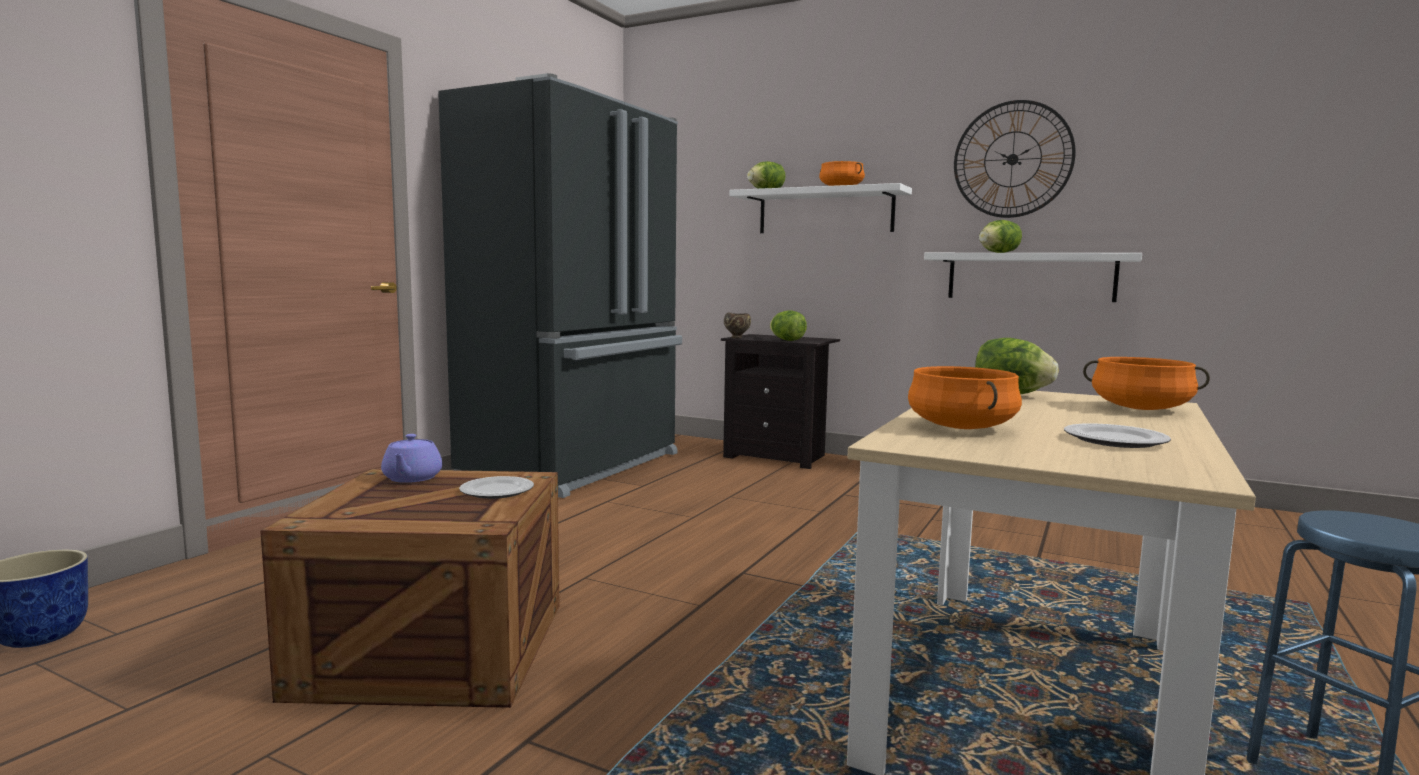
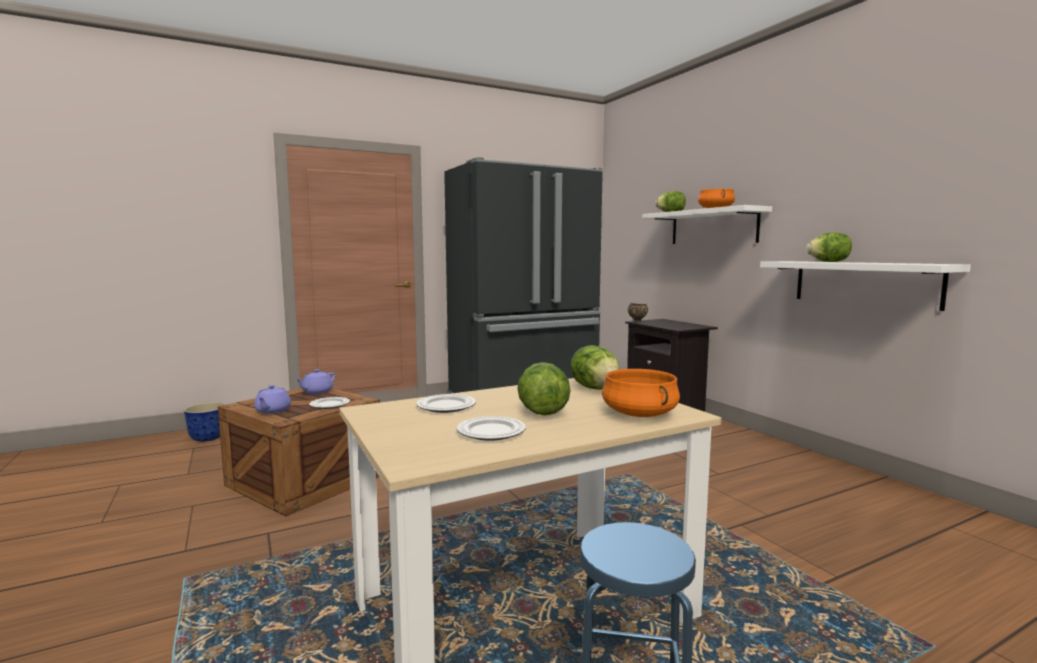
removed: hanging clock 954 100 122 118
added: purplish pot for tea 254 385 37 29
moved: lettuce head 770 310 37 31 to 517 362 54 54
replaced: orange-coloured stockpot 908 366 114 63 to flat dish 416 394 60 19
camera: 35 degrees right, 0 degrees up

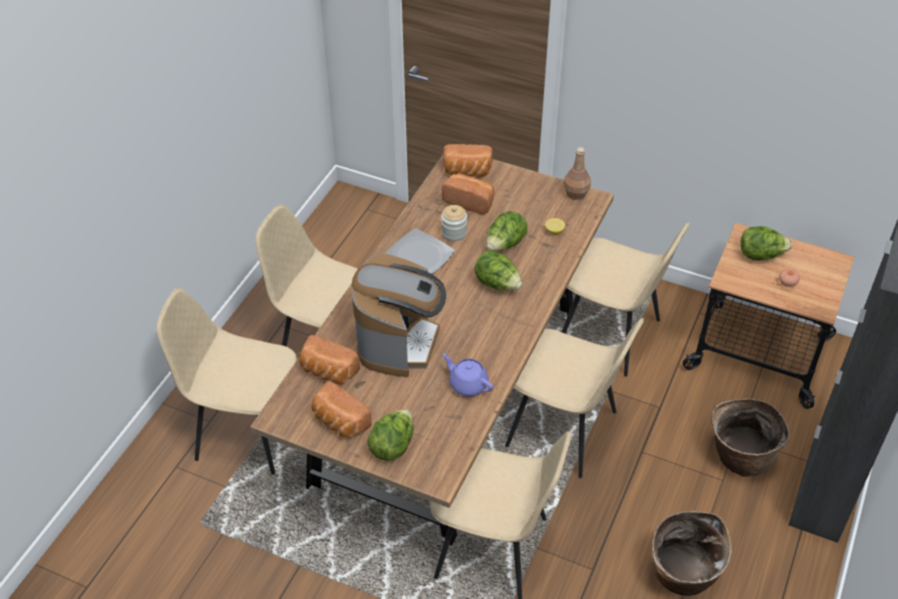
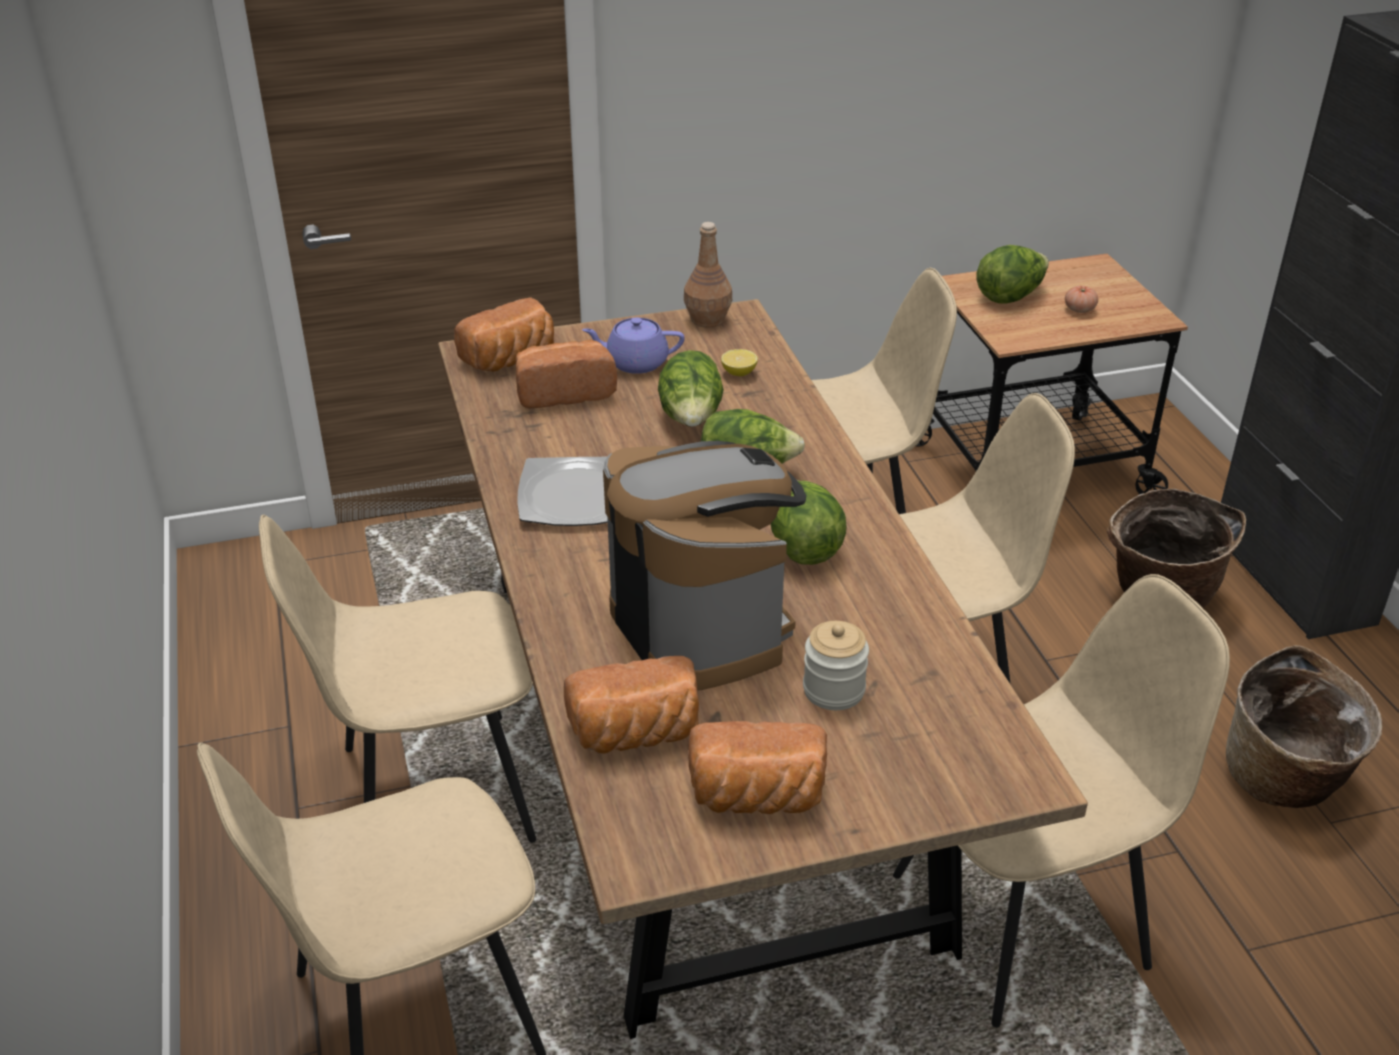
moved: lettuce head 367 409 46 52 to 771 480 76 85; preserve jar 441 205 26 36 to 803 621 66 89; purplish pot for tea 442 353 51 43 to 582 317 103 57
camera: 40 degrees left, 10 degrees down

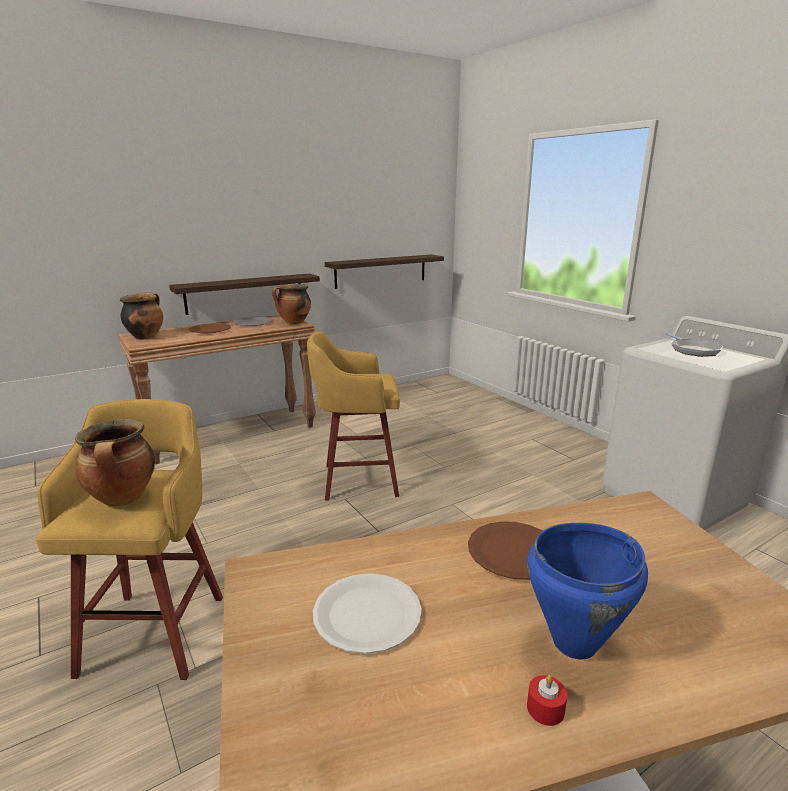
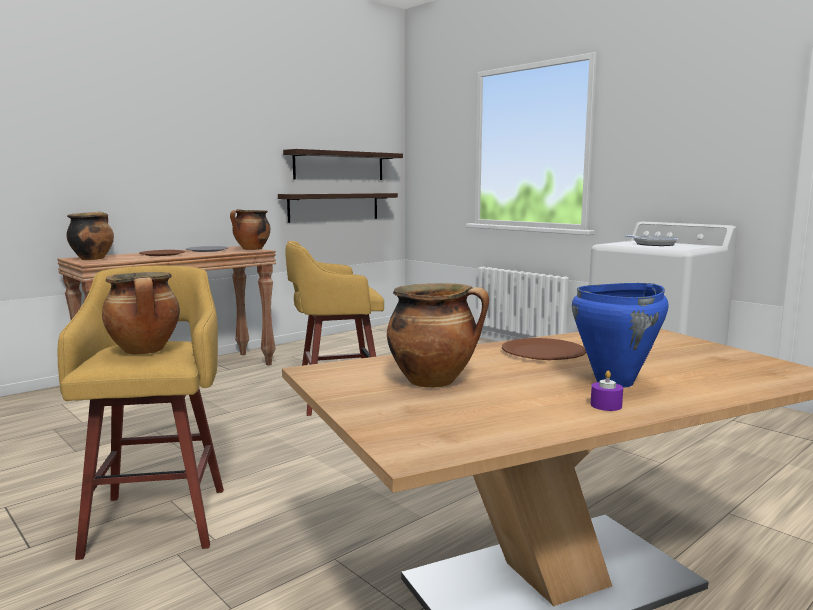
moved: shelf 169 274 151 41 to 283 149 120 31
replaced: white-coloured flat dish 313 573 109 81 to stockpot 387 283 102 105
recoloured: reddish wax light 527 675 40 51 to purplish wax light 591 371 32 40
camera: 10 degrees left, 10 degrees down

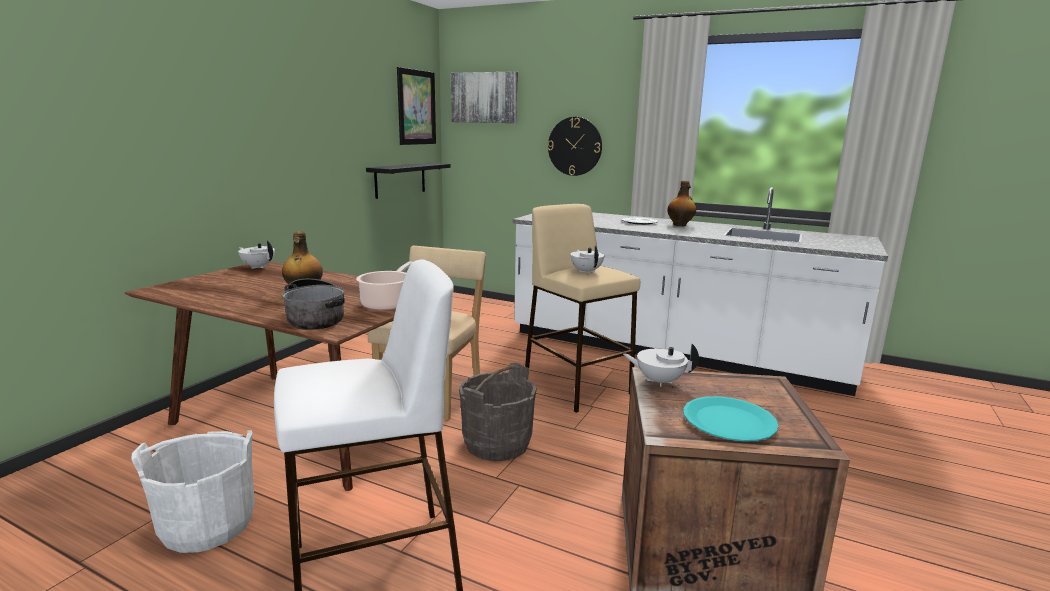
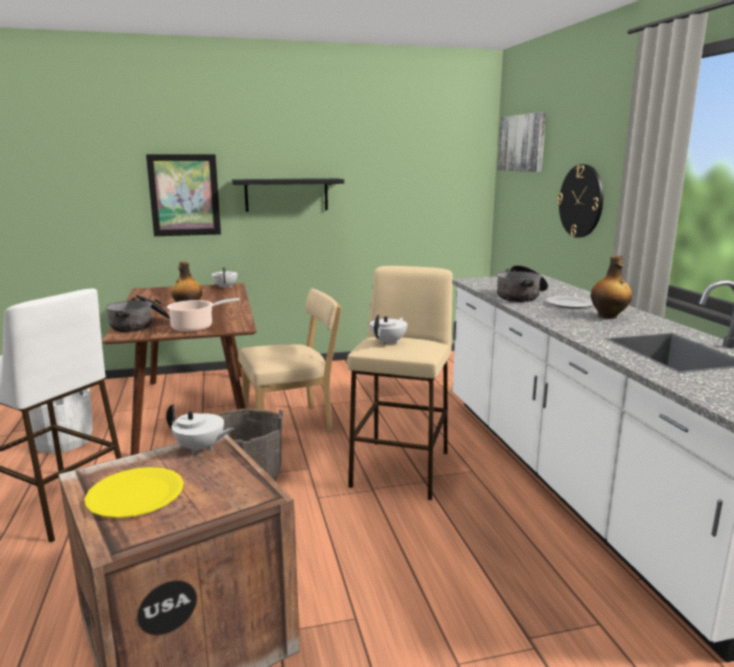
added: stockpot 497 265 51 37
moved: blackish shelf 366 163 85 36 to 232 178 112 34; wall art 397 67 39 78 to 146 154 75 82
recoloured: blue-green flat dish 683 396 96 45 to yellowish flat dish 84 467 100 51
turned: white-coloured pot for tea 623 343 76 44 = 166 404 68 50 135 degrees clockwise
camera: 50 degrees right, 0 degrees up

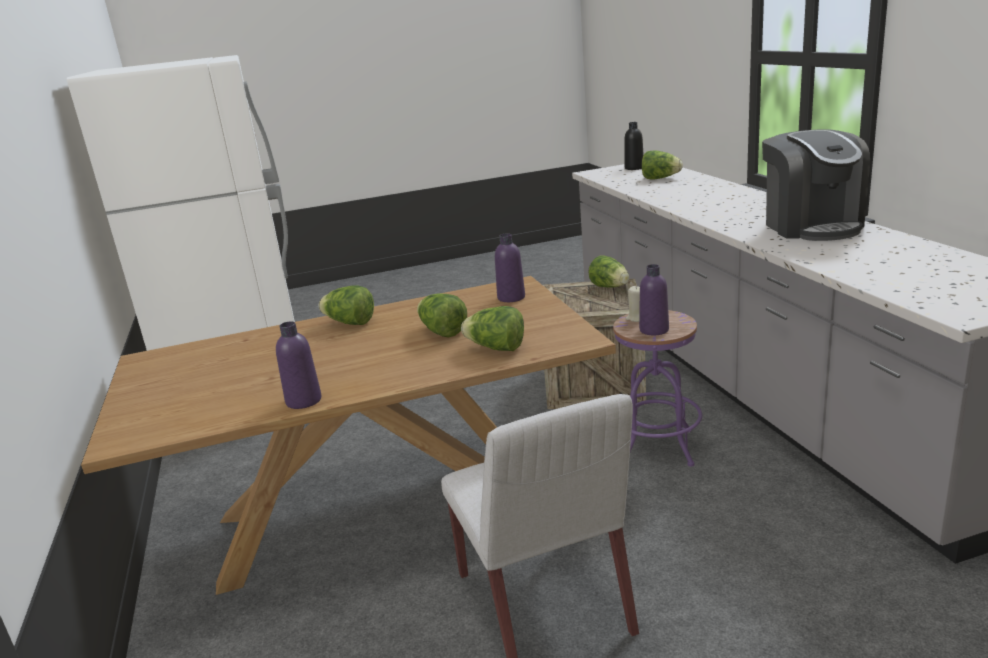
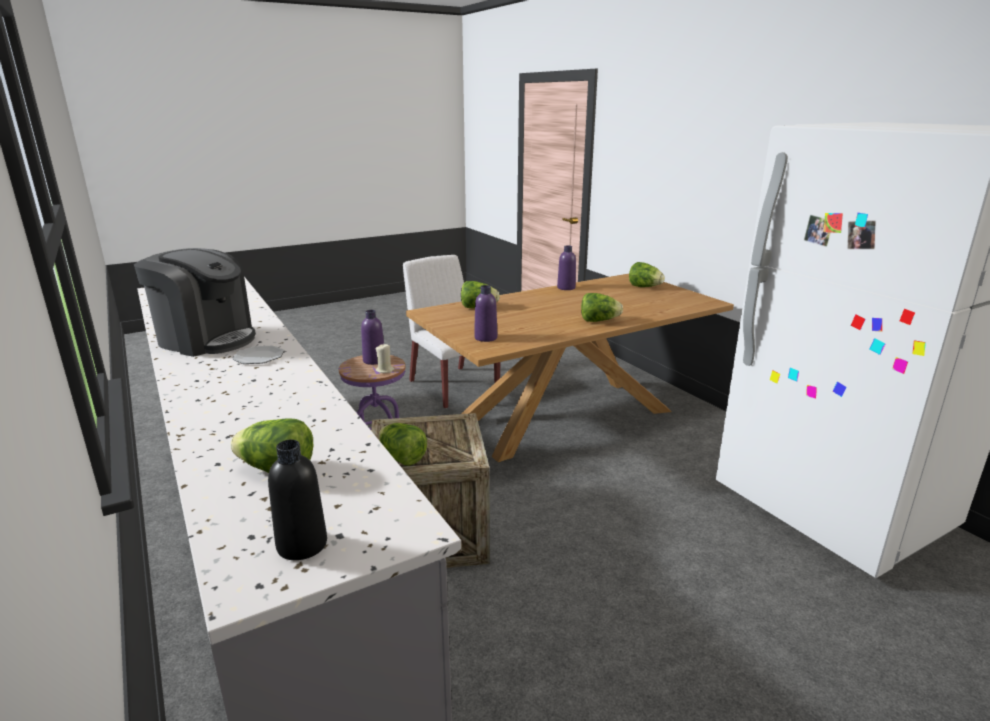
added: flat dish 233 345 51 19
moved: lettuce head 417 293 50 45 to 629 262 36 25
turned: coffee brewer 762 129 108 112 = 134 248 122 109 135 degrees clockwise
camera: 165 degrees right, 0 degrees up

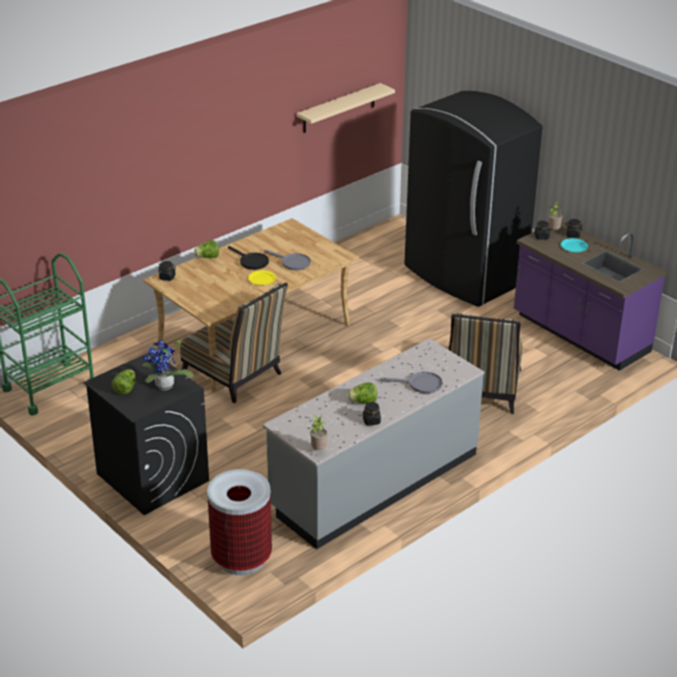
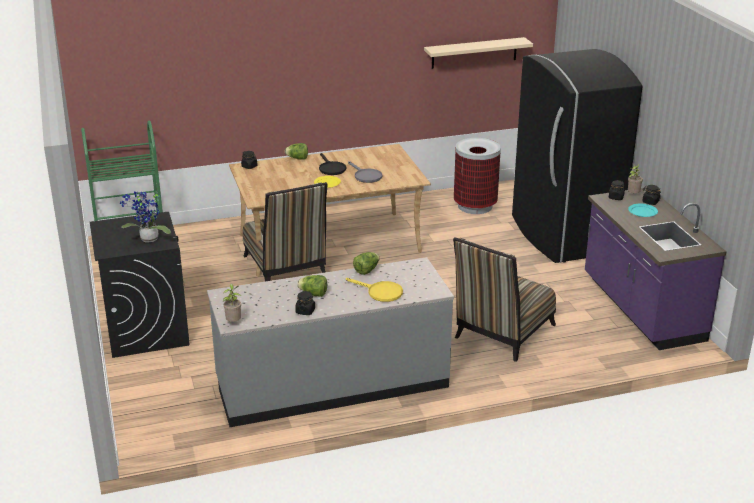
moved: lettuce head 112 369 23 25 to 353 252 27 23; waste bin 207 469 65 106 to 454 138 47 76
recoloured: greyish frying pan 380 372 63 22 to yellowish frying pan 346 278 57 24
camera: 25 degrees right, 5 degrees down

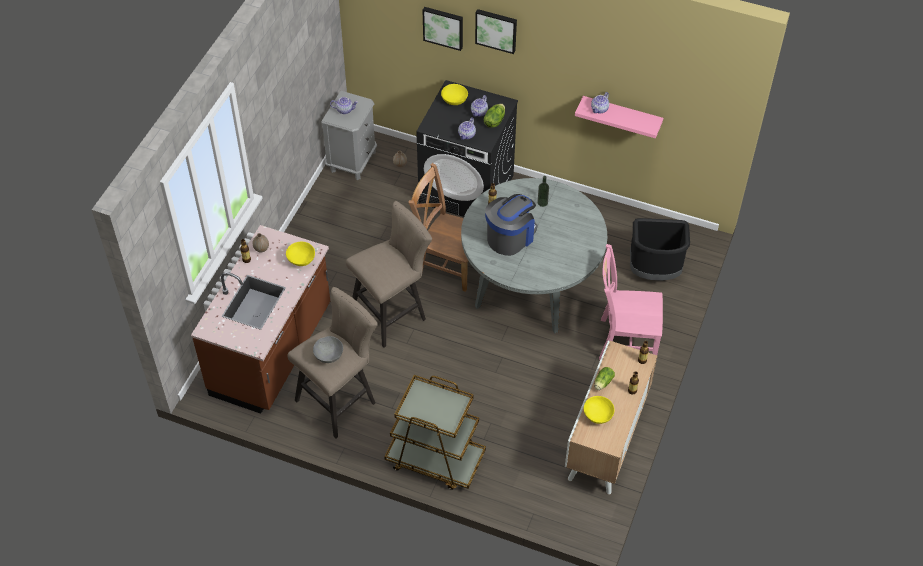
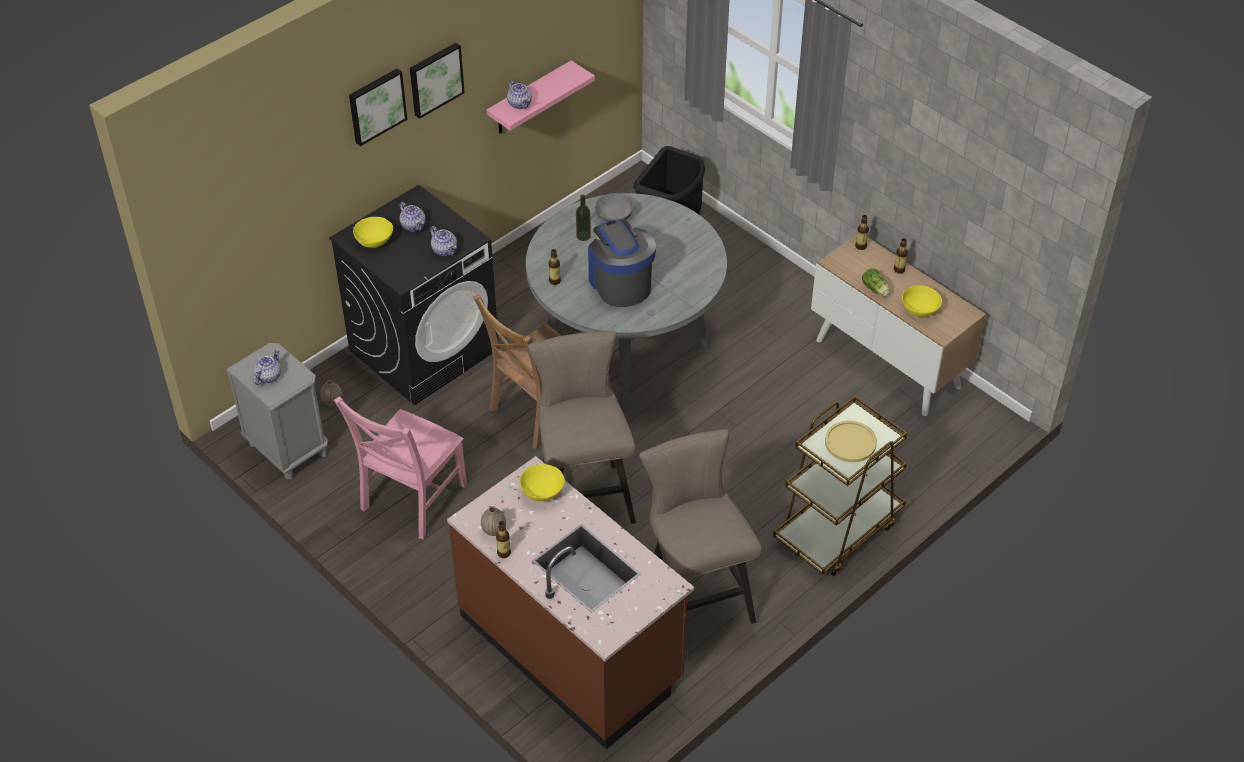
removed: lettuce head 484 104 21 24
added: yellowish flat dish 825 421 52 41
moved: greyish bowl 313 336 30 27 to 595 193 38 28; wall art 423 7 40 44 to 410 43 55 76; pink upright chair 599 244 64 116 to 334 396 133 143
camera: 65 degrees left, 5 degrees down

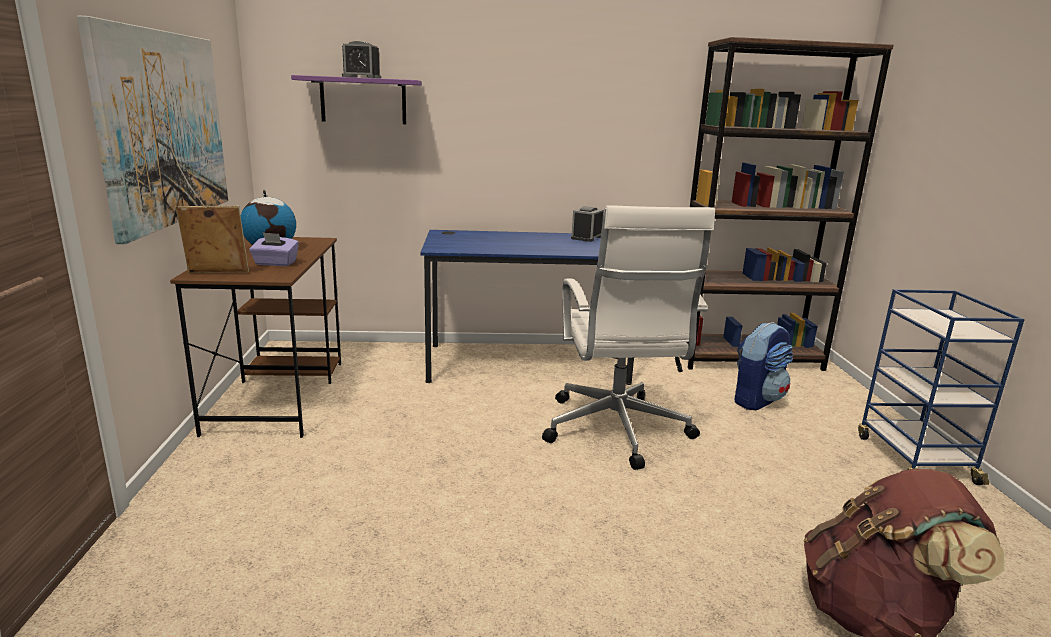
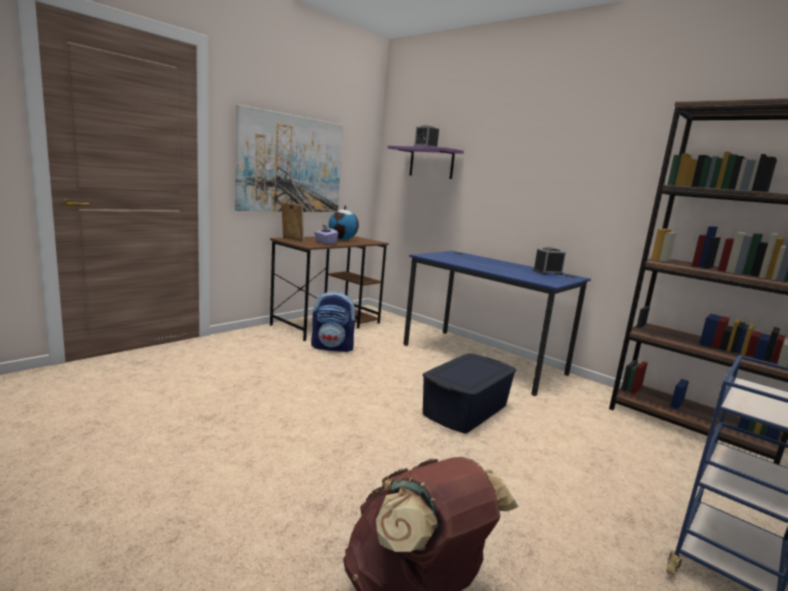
moved: rucksack 734 322 59 88 to 311 291 46 61
replaced: white-coloured computer chair 542 205 173 265 to blue-coloured storage bin 423 353 93 81
camera: 45 degrees right, 5 degrees down

